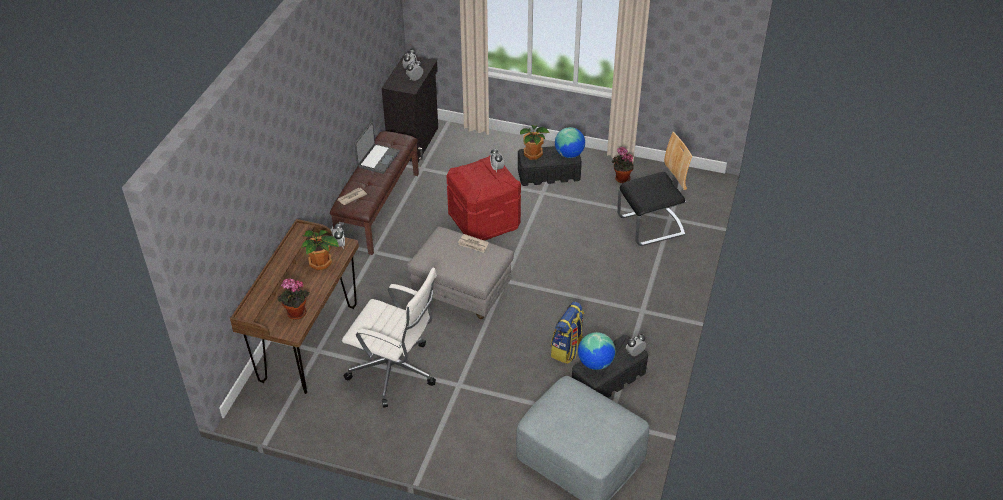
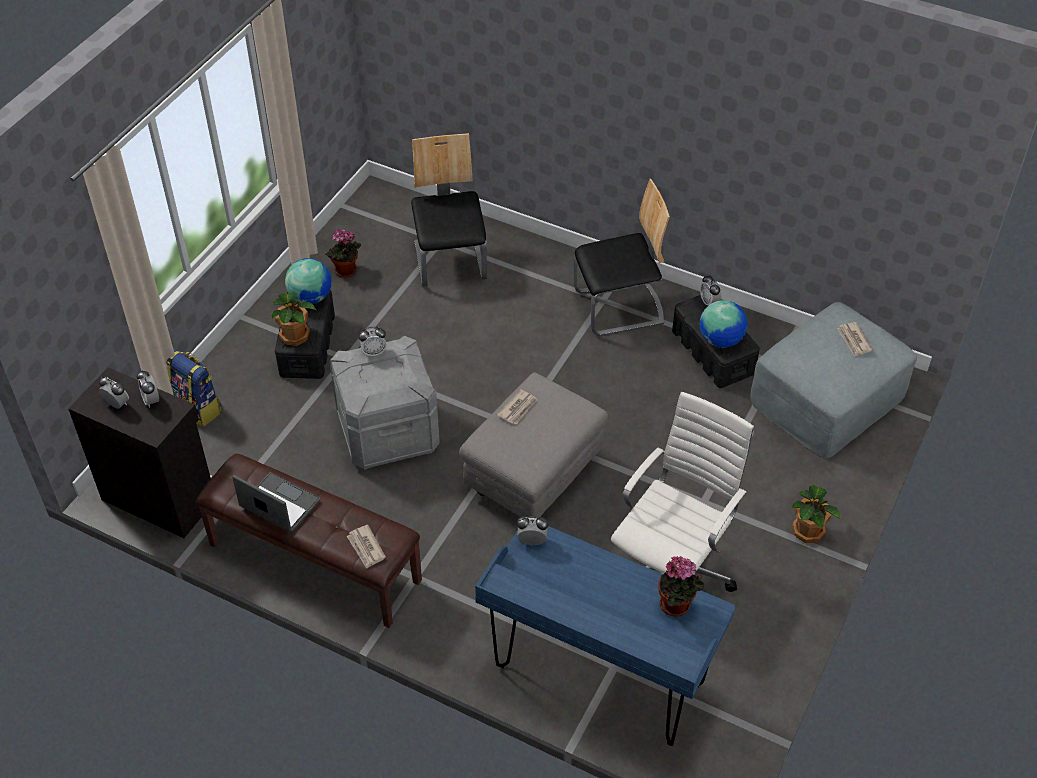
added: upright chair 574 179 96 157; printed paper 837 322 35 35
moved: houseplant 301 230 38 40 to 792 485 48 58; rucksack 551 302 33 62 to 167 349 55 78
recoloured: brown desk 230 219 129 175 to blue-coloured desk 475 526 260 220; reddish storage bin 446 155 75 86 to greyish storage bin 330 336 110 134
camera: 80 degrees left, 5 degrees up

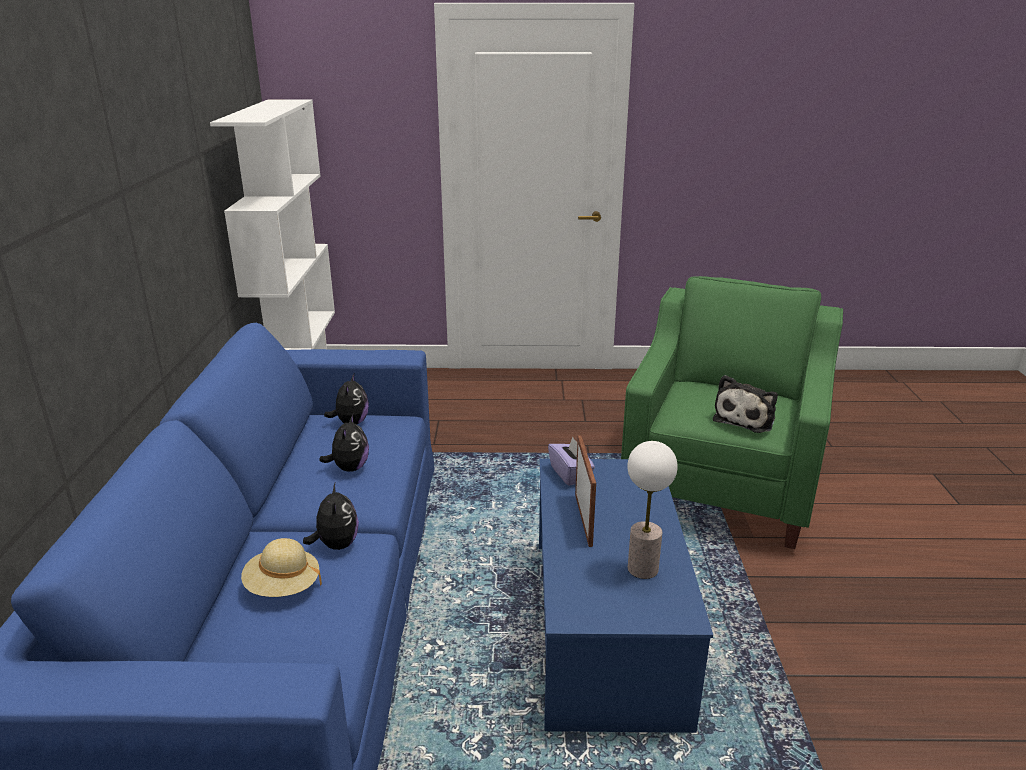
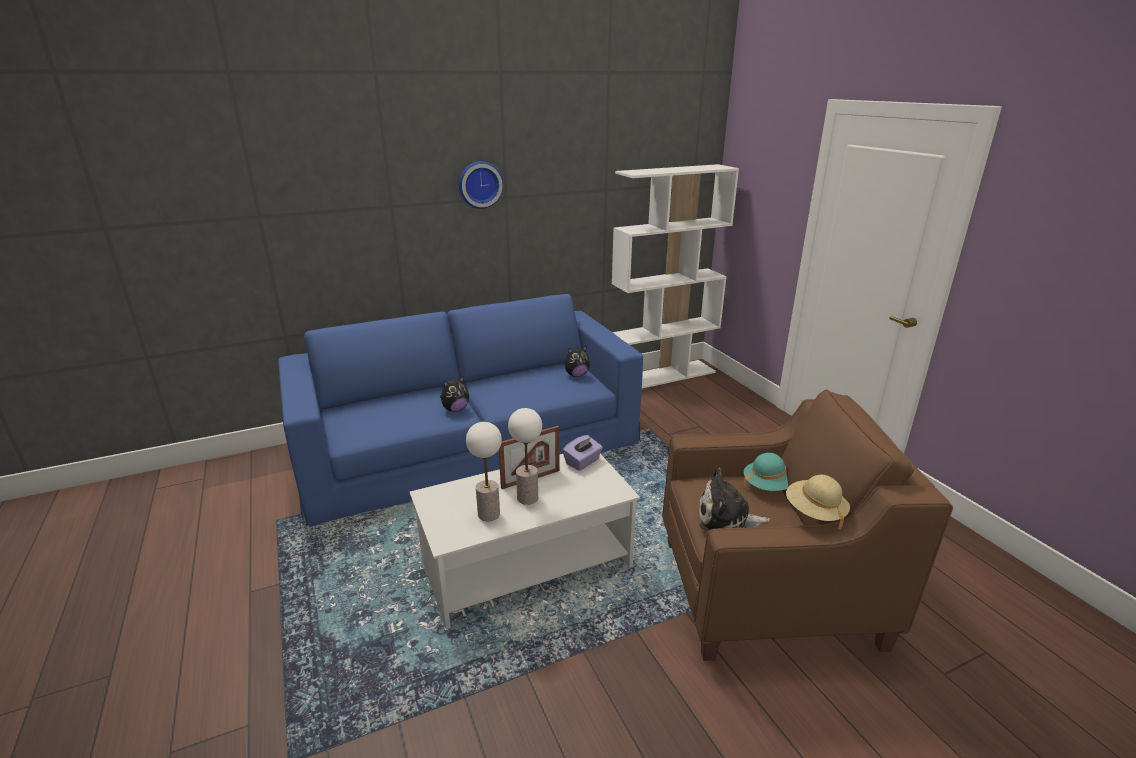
removed: soft toy 319 413 50 59
added: hanging clock 459 161 44 48; lamp for a table 508 408 34 97; blue-green hat 743 453 45 38
moved: sand-coloured hat 241 538 81 59 to 786 475 64 54
recoloured: blue-coloured low table 539 459 174 274 to white-coloured low table 410 454 230 175; green easy chair 621 276 222 273 to brown easy chair 662 389 291 272
camera: 65 degrees right, 0 degrees up

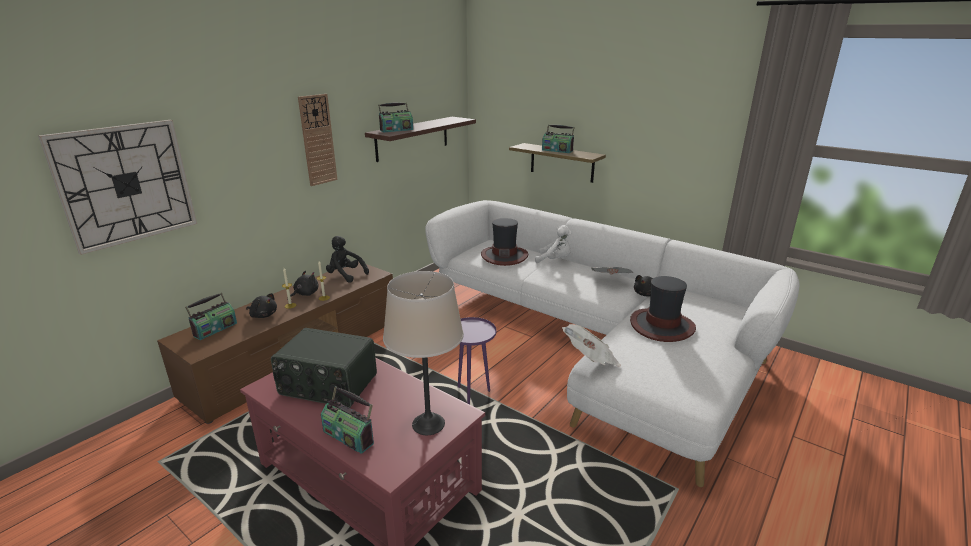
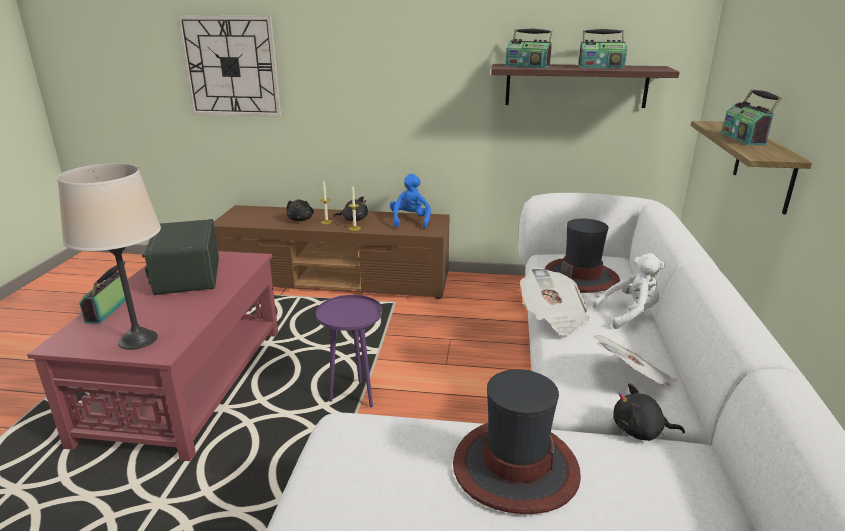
removed: hanging clock 298 94 39 92
moved: radio receiver 185 293 52 47 to 578 29 49 39; printed paper 562 324 59 42 to 520 267 70 69
recoloured: blackish soft toy 326 236 43 47 to blue-coloured soft toy 390 174 41 54
turned: white-coloured soft toy 535 225 36 38 = 593 253 72 76 90 degrees counterclockwise
camera: 60 degrees right, 0 degrees up

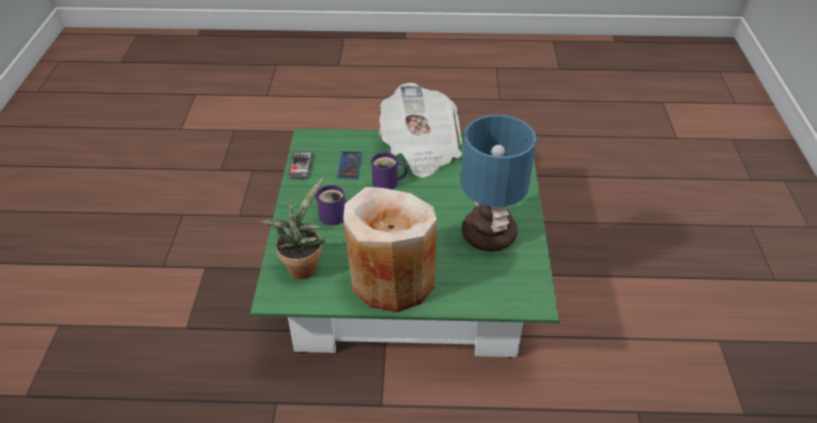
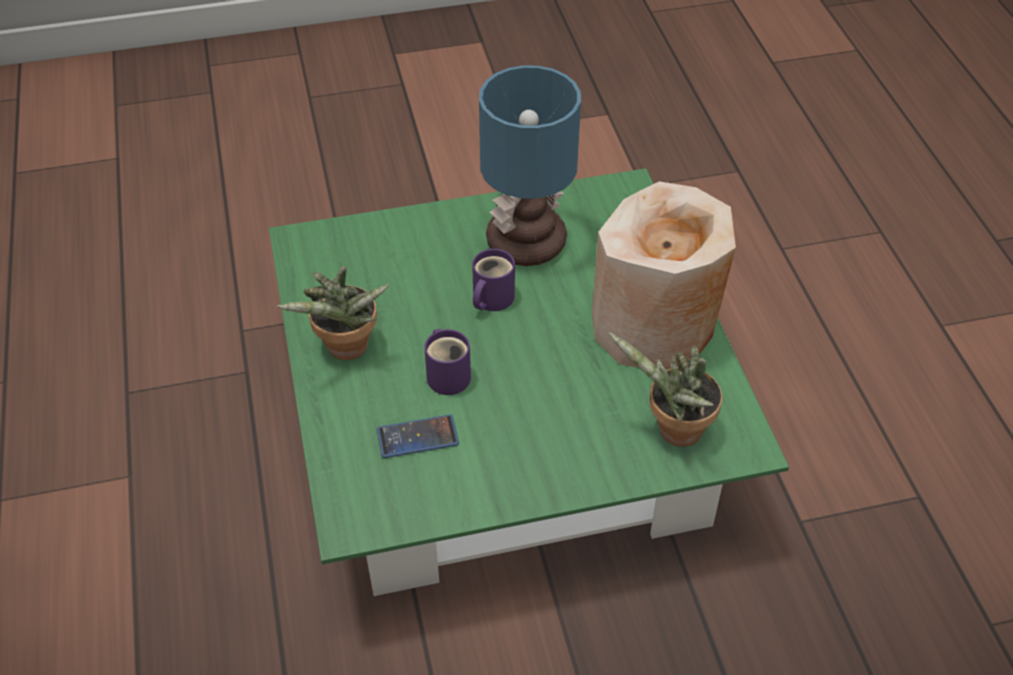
removed: phone 288 151 25 28
moved: purplish mug 315 185 30 40 to 472 249 43 62
replaced: printed paper 379 83 83 95 to houseplant 276 266 113 94
camera: 105 degrees left, 5 degrees up

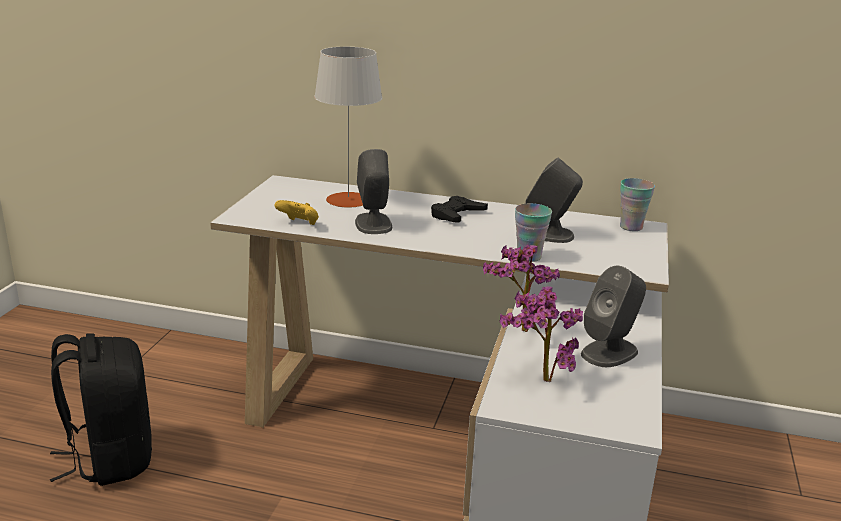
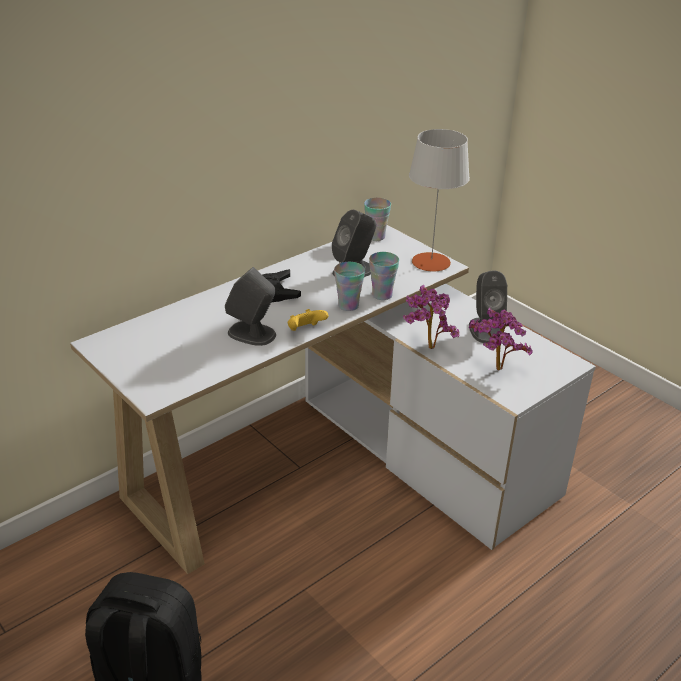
added: cup 334 262 31 49
moved: yellowish game controller 275 200 44 25 to 288 309 40 22; greyish lamp for a table 314 47 68 161 to 409 129 61 143
camera: 55 degrees left, 10 degrees up

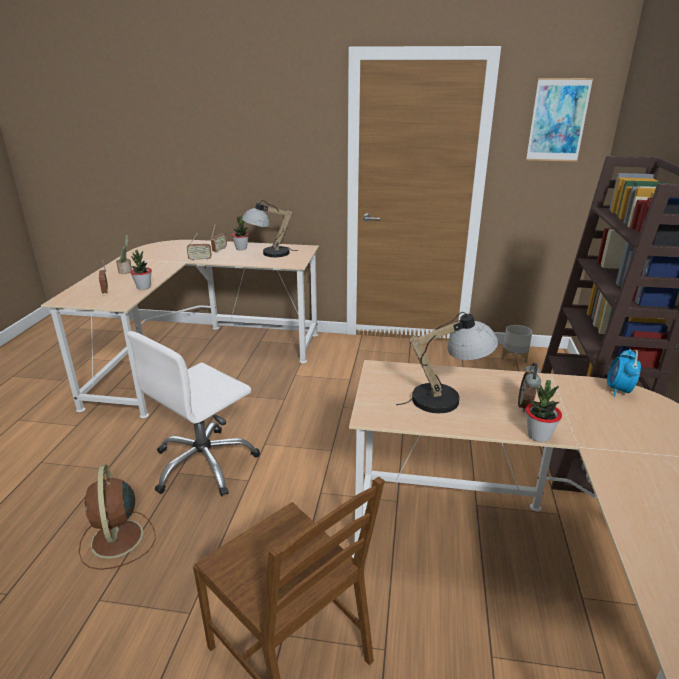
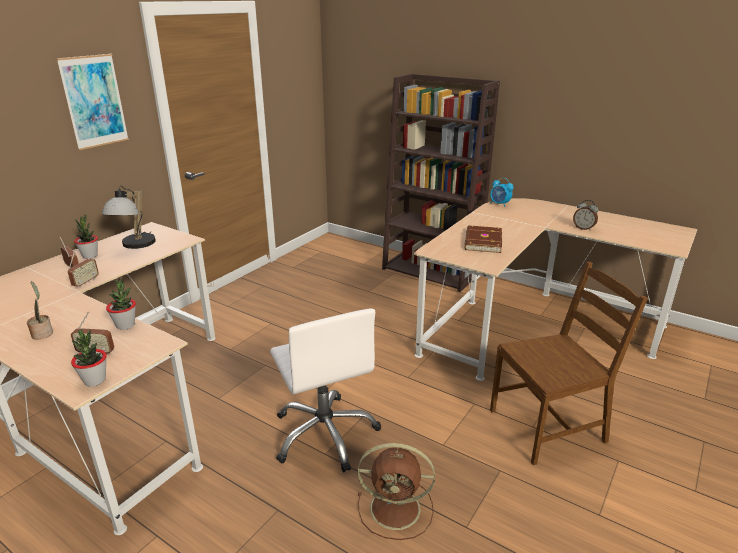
removed: greyish planter 501 325 31 42
moved: alarm clock 518 363 23 49 to 573 200 25 31; wall art 526 78 67 83 to 56 54 73 96; houseplant 526 380 36 62 to 71 329 36 58
replaced: lamp for a table 396 312 102 101 to brown book 465 226 37 27
camera: 65 degrees left, 0 degrees up

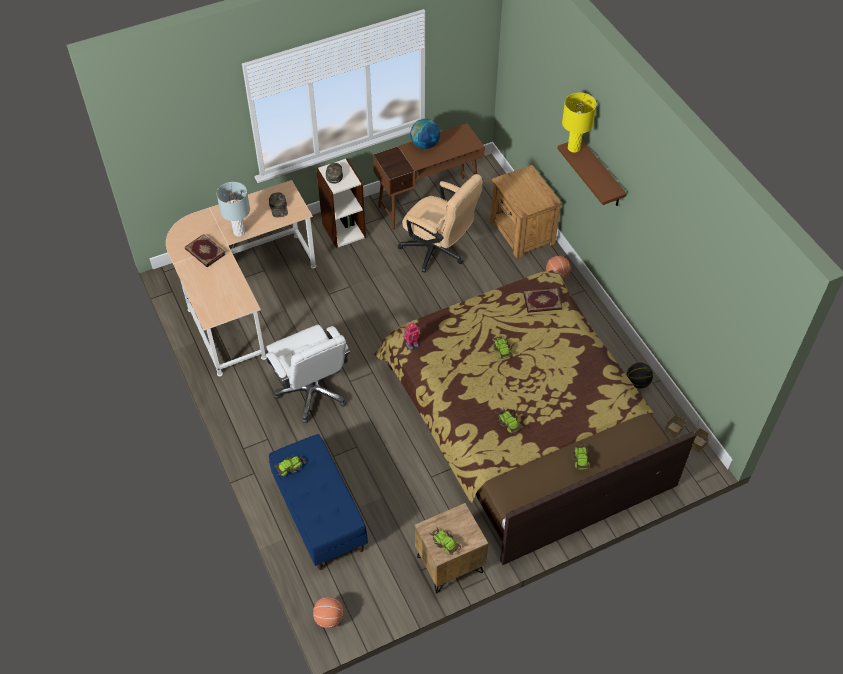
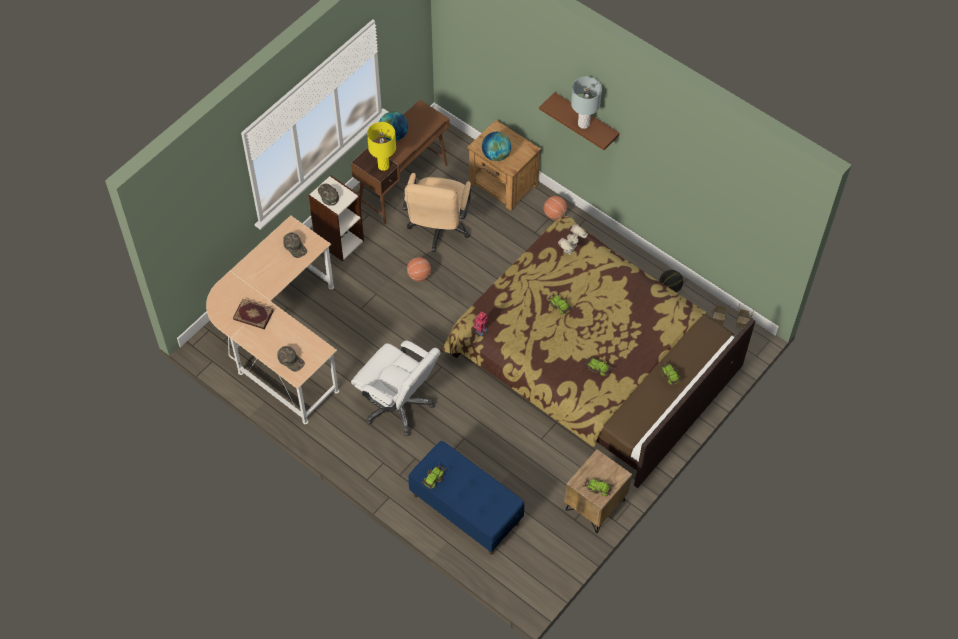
added: green peaked cap 277 346 28 26; world globe 482 132 29 29
moved: greyish lamp for a table 217 182 33 55 to 571 77 31 52; basketball 313 597 30 31 to 407 257 24 24; yellowish lamp for a table 562 93 35 60 to 367 122 29 49
replaced: book 523 288 39 25 to model robot 558 224 30 31
turned: sand-coloured computer chair 398 174 85 99 = 403 173 68 79 90 degrees clockwise
camera: 25 degrees left, 5 degrees up

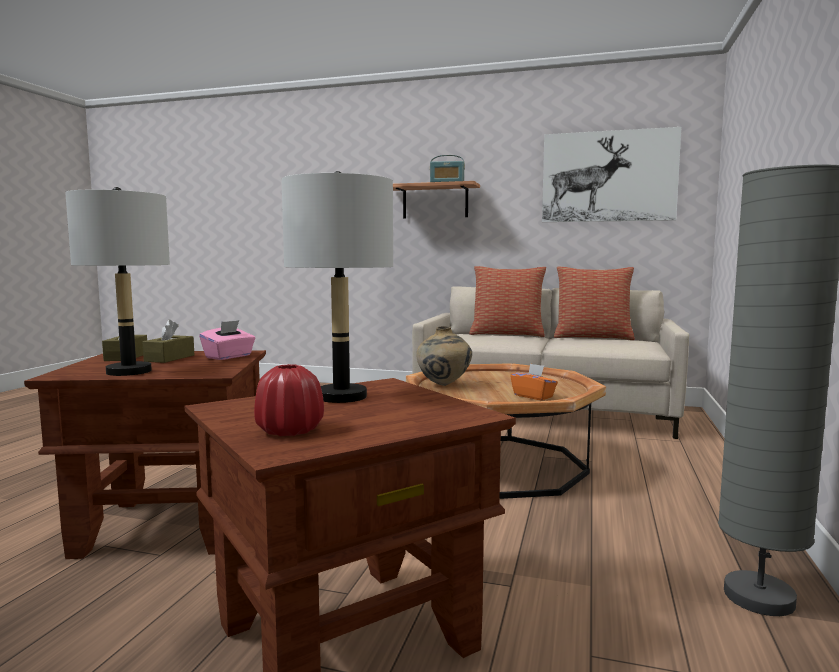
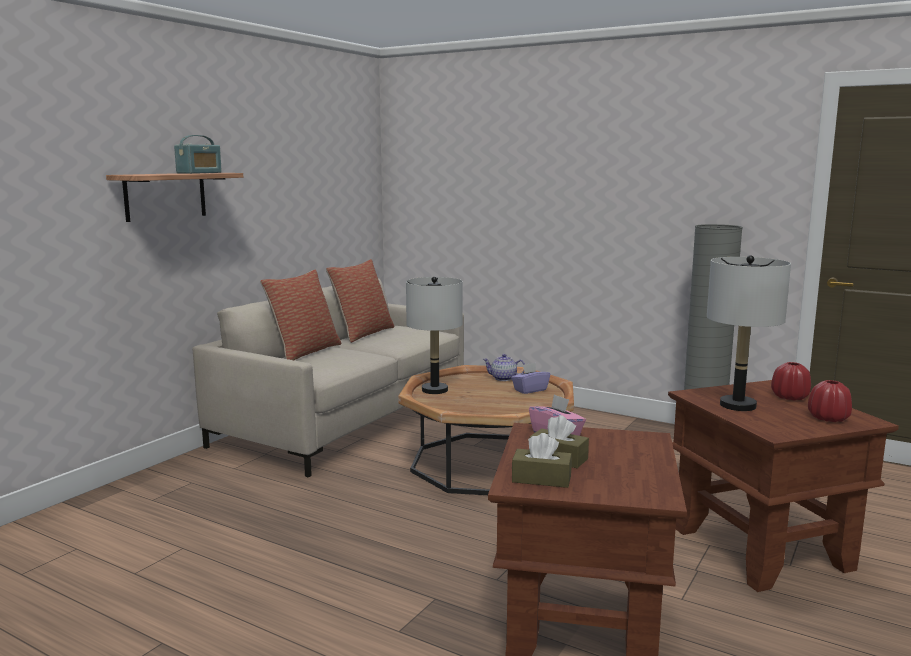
removed: sand-coloured vase 417 326 55 60; wall art 542 127 139 95
added: pot for tea 483 354 42 27; reddish vase 771 362 40 38
moved: greyish lamp for a table 65 187 105 189 to 406 277 57 117
recoloured: orange-coloured box of tissues 510 363 48 37 to purplish box of tissues 511 363 39 31
camera: 75 degrees left, 5 degrees up

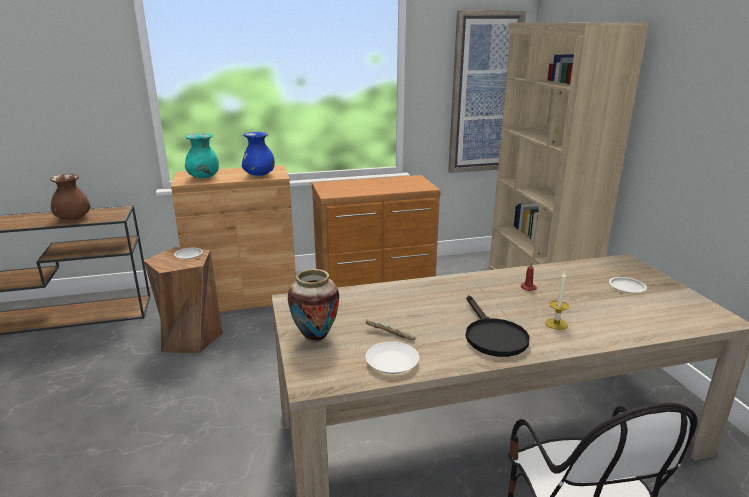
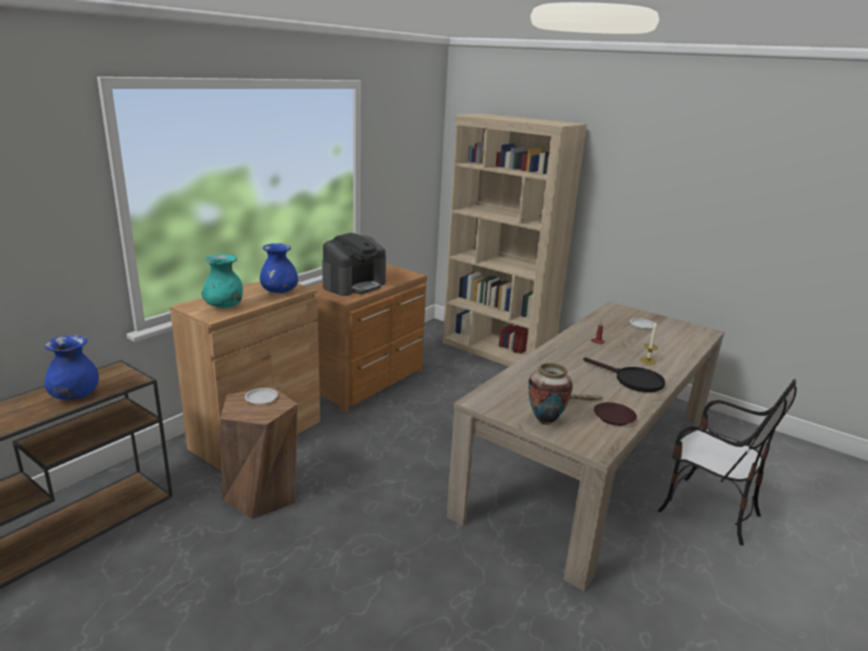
removed: wall art 448 10 78 163
added: coffee brewer 322 233 64 63
recoloured: brown vase 50 174 40 46 to blue-coloured vase 44 335 55 65; white-coloured flat dish 366 342 53 32 to brown flat dish 594 402 43 24
camera: 40 degrees left, 0 degrees up

